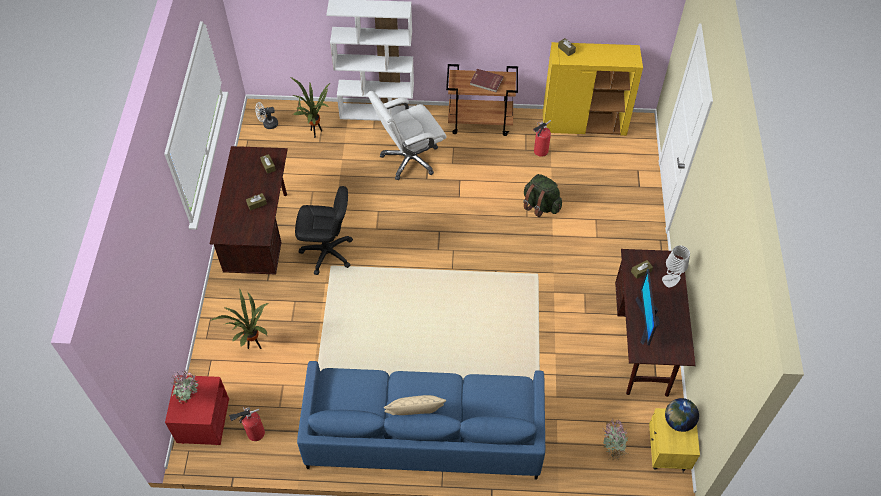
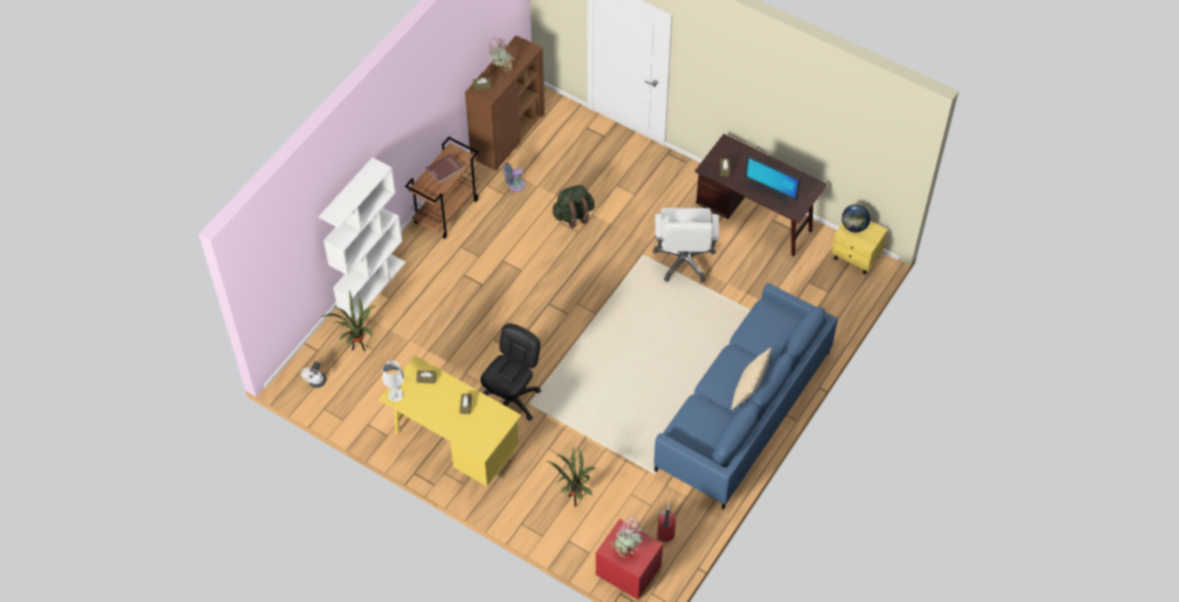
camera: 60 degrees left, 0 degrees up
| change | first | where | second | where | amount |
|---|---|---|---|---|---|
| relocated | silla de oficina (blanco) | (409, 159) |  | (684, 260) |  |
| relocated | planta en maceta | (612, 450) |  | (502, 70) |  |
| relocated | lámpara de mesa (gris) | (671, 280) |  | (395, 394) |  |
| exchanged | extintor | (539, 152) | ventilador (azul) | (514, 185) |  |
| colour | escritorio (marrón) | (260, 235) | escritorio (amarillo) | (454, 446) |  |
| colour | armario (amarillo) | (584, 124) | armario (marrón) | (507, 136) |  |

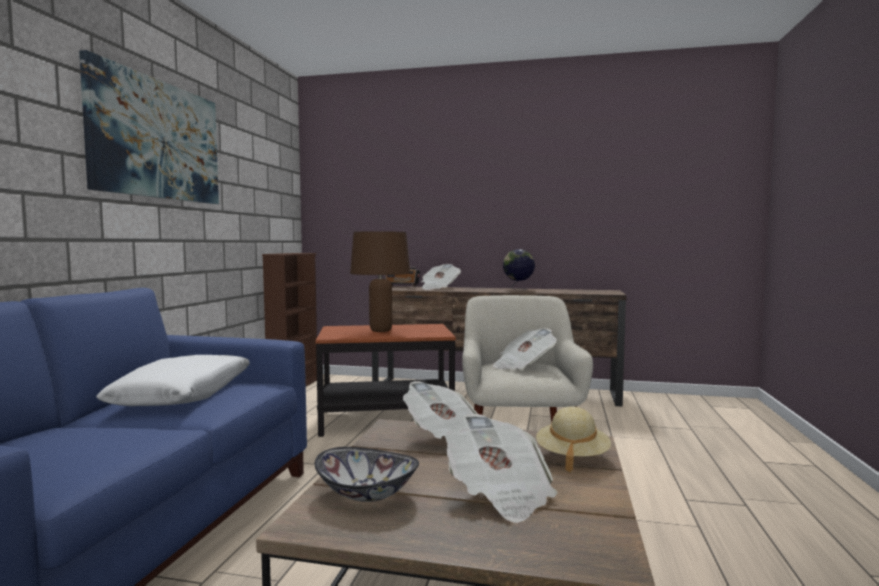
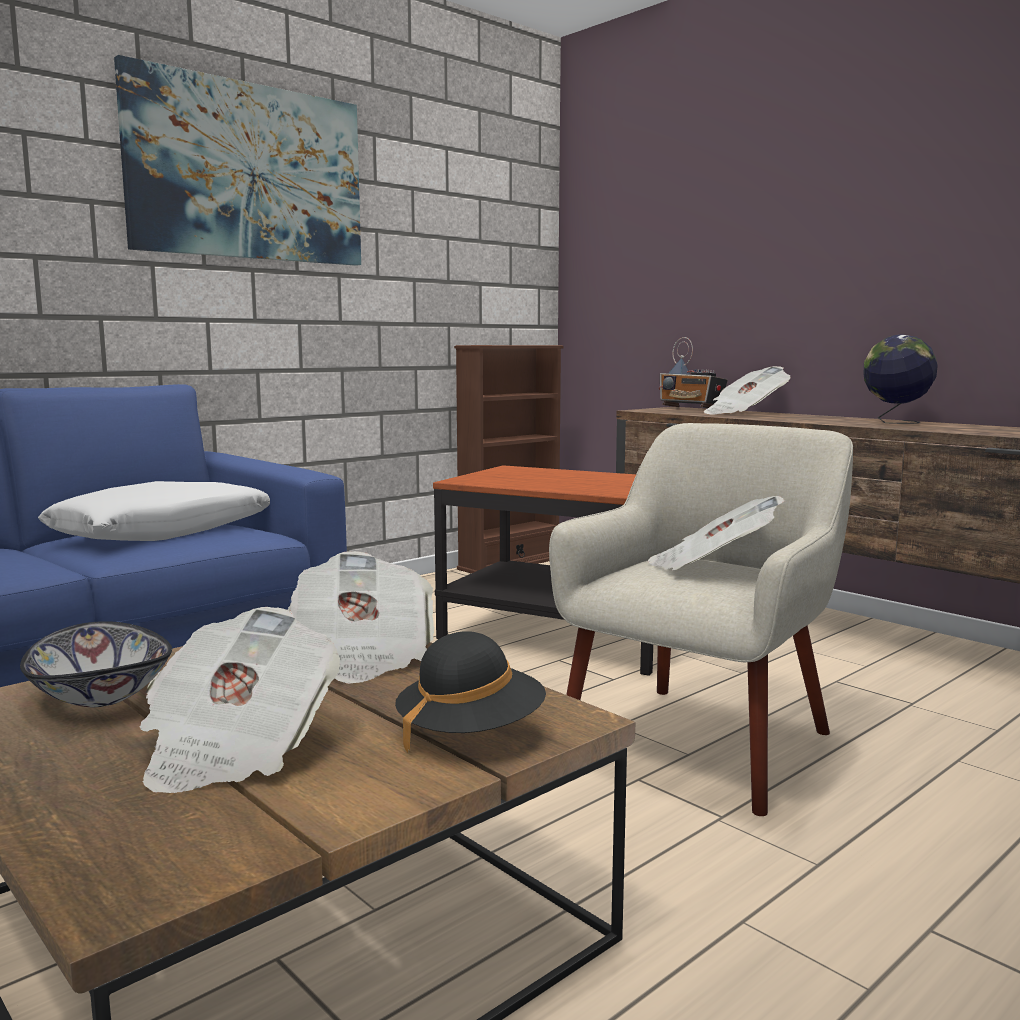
camera: 35 degrees right, 5 degrees up
| change | first | where | second | where | amount |
|---|---|---|---|---|---|
| missing | lámpara de mesa (marrón) | (381, 330) |  |  |  |
| colour | sombrero (beis) | (572, 457) | sombrero (negro) | (470, 732) |  |

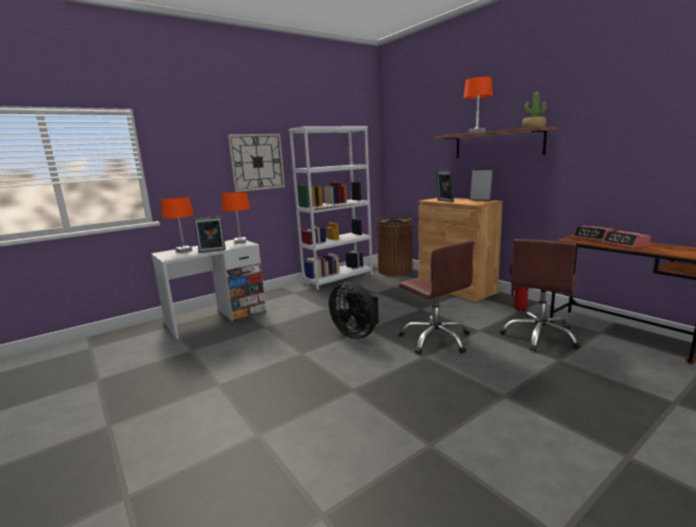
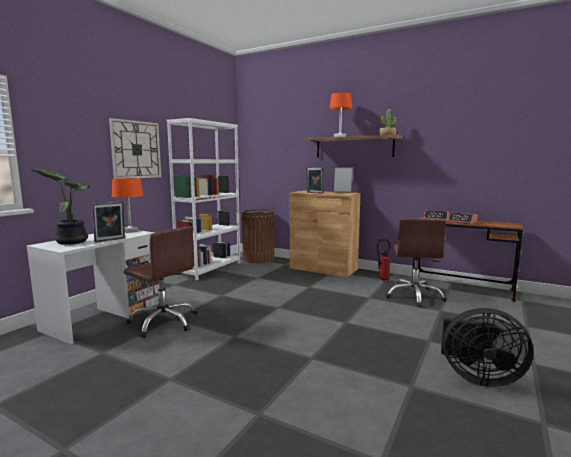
camera: 25 degrees left, 5 degrees down
| change | first | where | second | where | amount |
|---|---|---|---|---|---|
| relocated | ventilador (negro) | (357, 333) |  | (477, 377) |  |
| relocated | silla de oficina (marrón) | (436, 339) |  | (164, 322) |  |
| exchanged | lámpara de mesa (naranja) | (184, 251) | planta en maceta | (71, 241) |  |

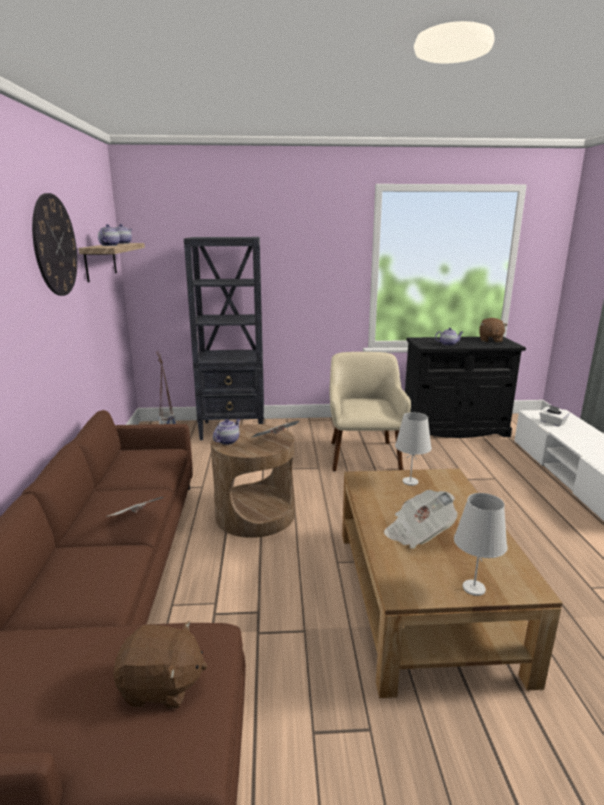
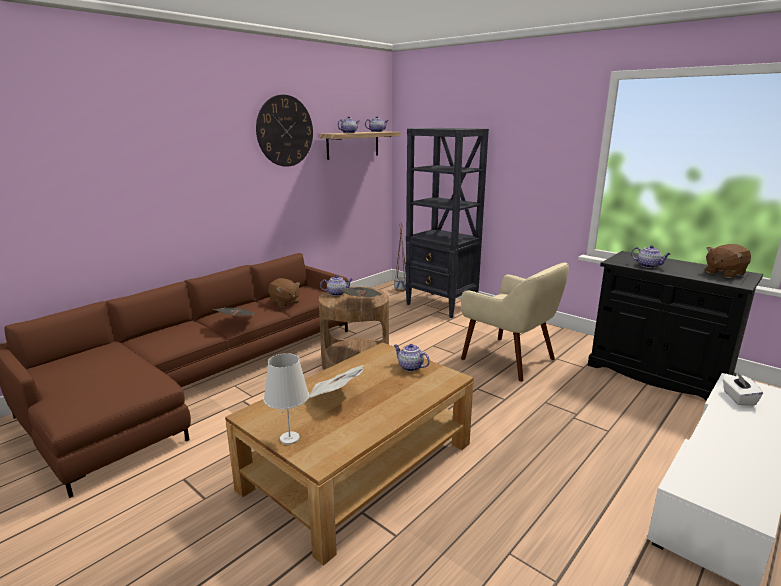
camera: 45 degrees right, 0 degrees up
| change | first | where | second | where | amount |
|---|---|---|---|---|---|
| relocated | peluche (marrón) | (161, 686) |  | (284, 302) |  |
| exchanged | lámpara de mesa (blanco) | (410, 481) | tetera | (410, 367) |  |
| spun | sillón (beis) | (363, 455) |  | (509, 359) | 90 degrees clockwise |

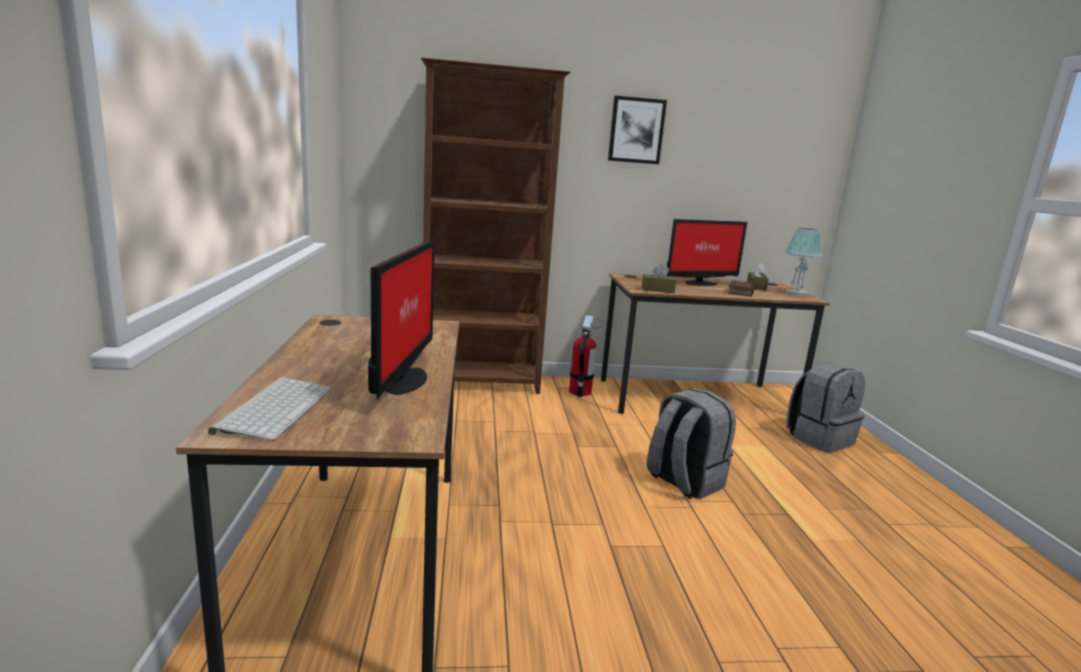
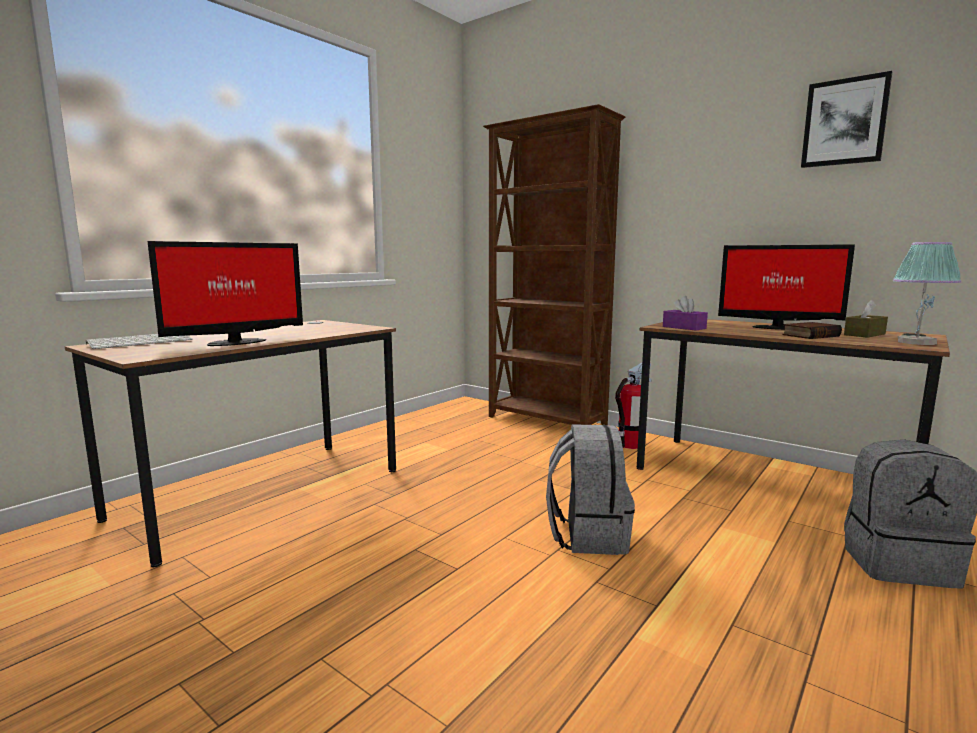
camera: 45 degrees right, 5 degrees down
| change | first | where | second | where | amount |
|---|---|---|---|---|---|
| relocated | cuadro | (636, 130) |  | (844, 122) |  |
| colour | caja de pañuelos (marrón) | (657, 290) | caja de pañuelos (morado) | (684, 327) |  |

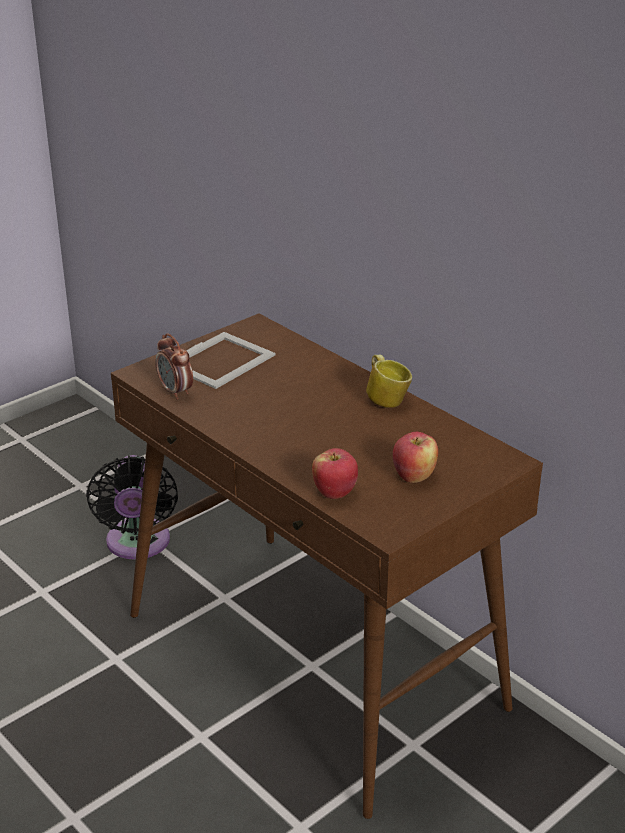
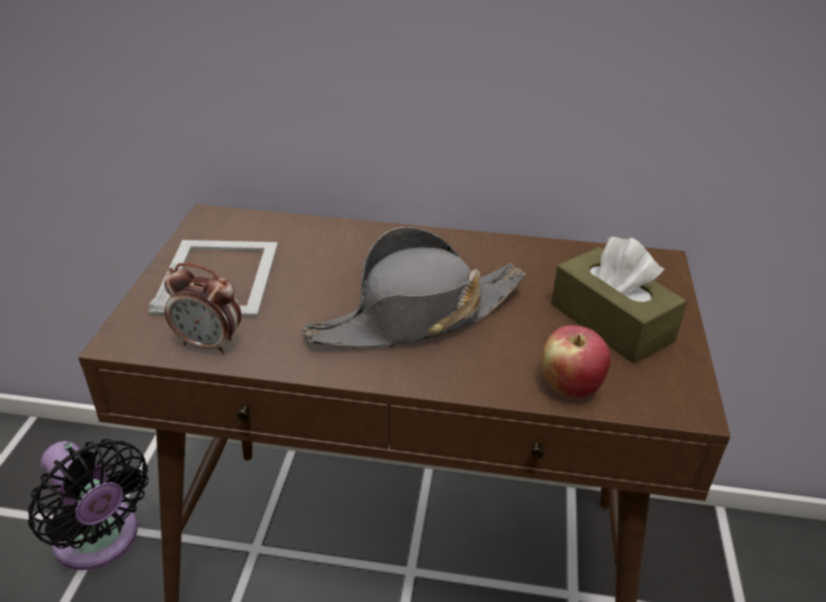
camera: 40 degrees left, 5 degrees up
| change | first | where | second | where | amount |
|---|---|---|---|---|---|
| missing | taza grande | (386, 400) |  |  |  |
| appeared |  |  | sombrero (gris) | (417, 317) |  |
| exchanged | manzana | (414, 476) | caja de pañuelos (marrón) | (611, 322) |  |

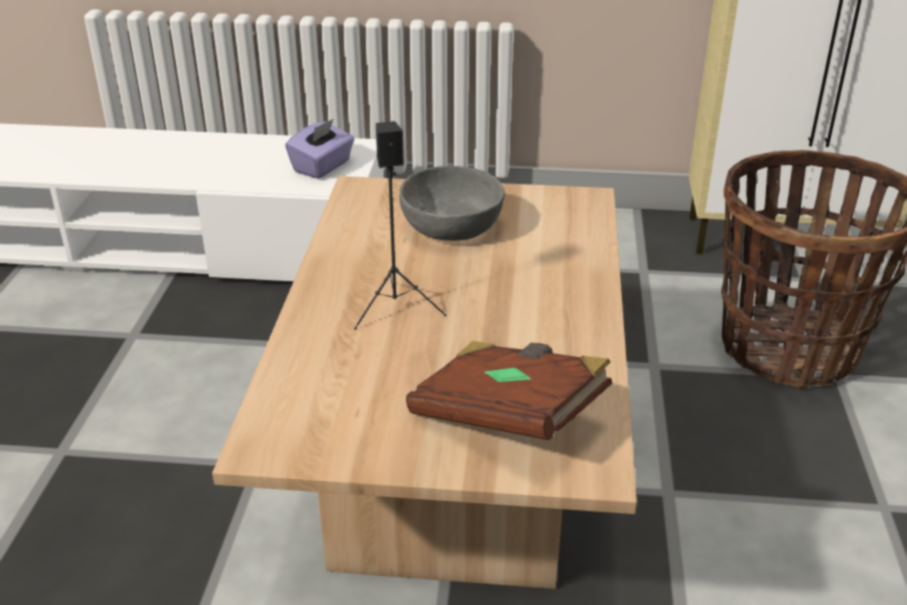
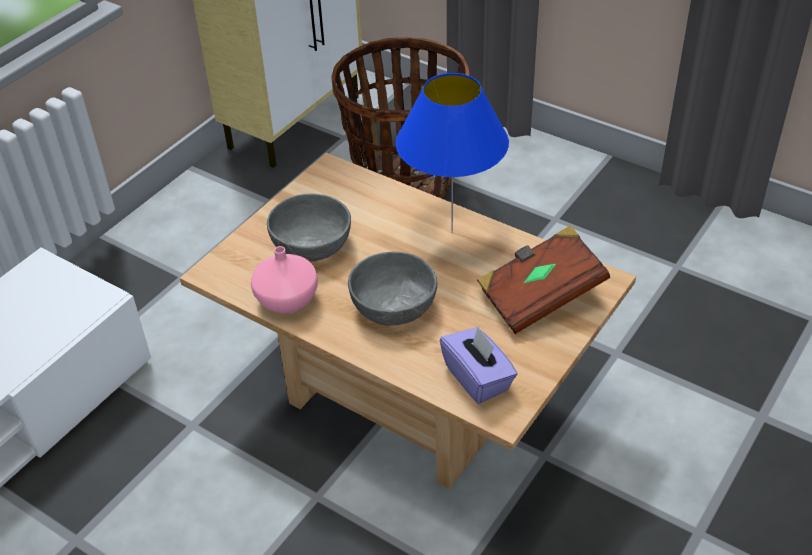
camera: 60 degrees left, 10 degrees up
| change | first | where | second | where | amount |
|---|---|---|---|---|---|
| appeared |  |  | florero (rosa) | (286, 301) |  |
| appeared |  |  | lámpara de mesa (azul) | (451, 231) |  |
| relocated | caja de pañuelos (morado) | (322, 167) |  | (478, 378) |  |
| exchanged | altavoz (negro) | (396, 307) | cuenco (gris) | (393, 305) |  |

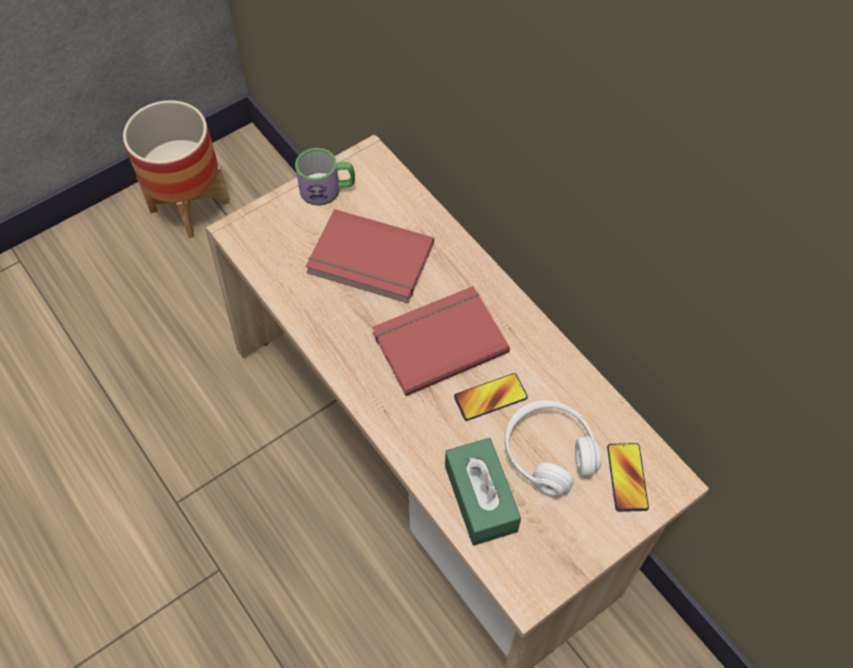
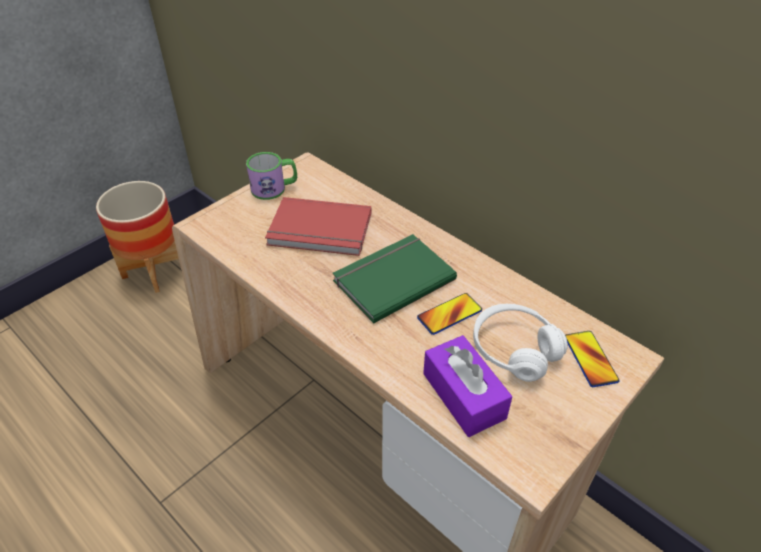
camera: 10 degrees left, 15 degrees down
| change | first | where | second | where | amount |
|---|---|---|---|---|---|
| colour | libro (rojo) | (438, 340) | libro (verde) | (391, 278) |  |
| colour | caja de pañuelos (verde) | (480, 498) | caja de pañuelos (morado) | (463, 395) |  |

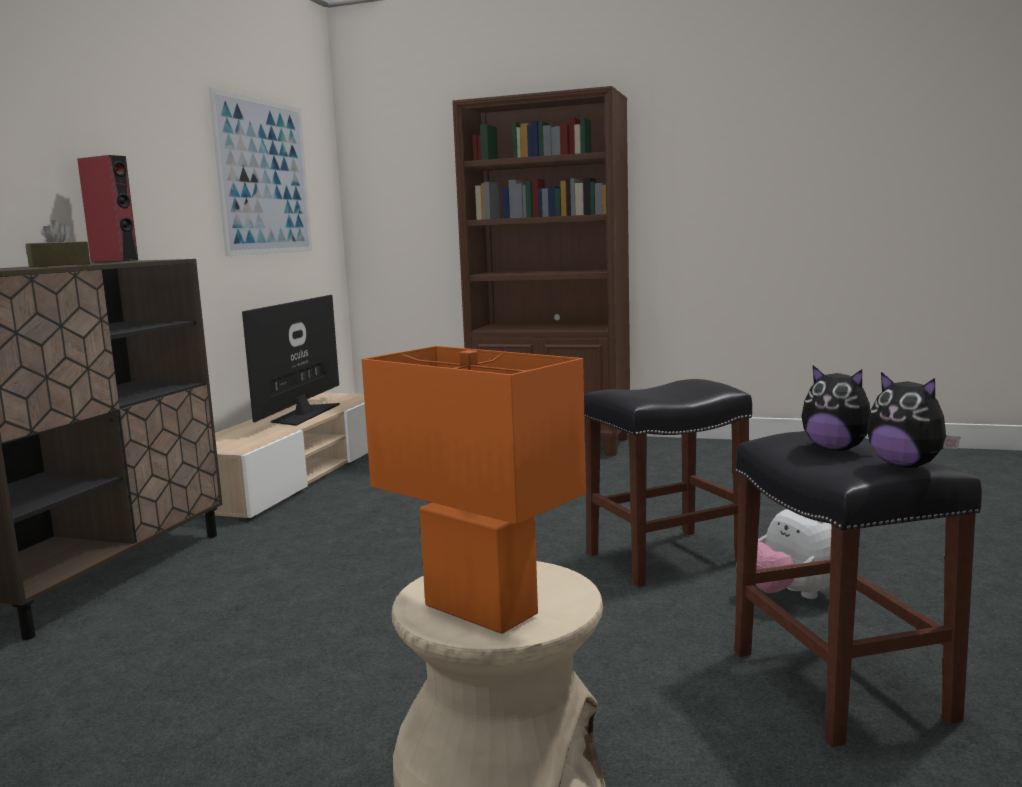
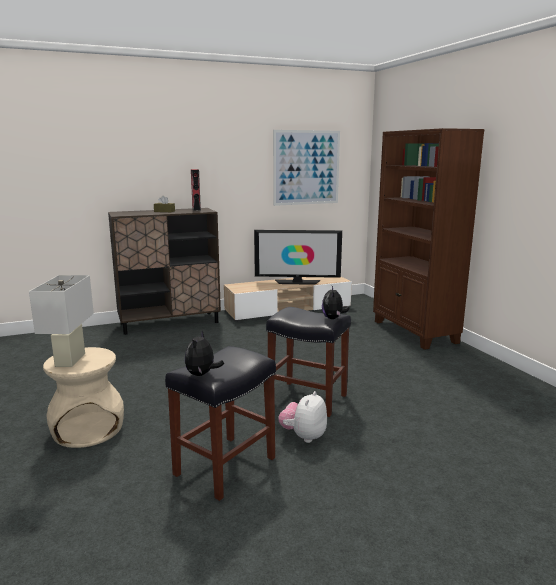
camera: 50 degrees right, 5 degrees up
| change | first | where | second | where | amount |
|---|---|---|---|---|---|
| relocated | peluche | (836, 449) |  | (333, 318) |  |
| colour | lámpara de mesa (naranja) | (480, 610) | lámpara de mesa (blanco) | (70, 360) |  |
| spun | televisor | (304, 414) |  | (297, 282) | 150 degrees counterclockwise |

